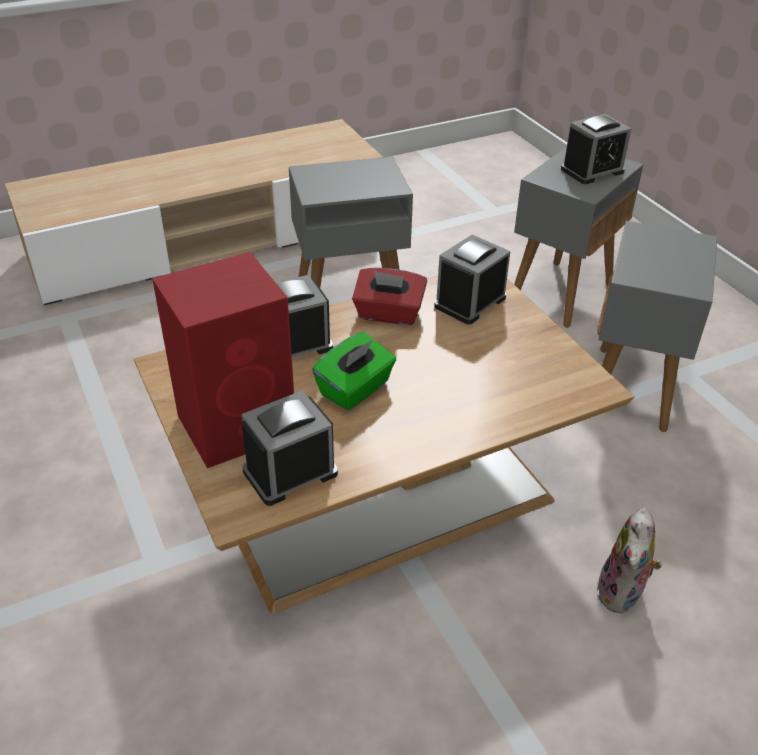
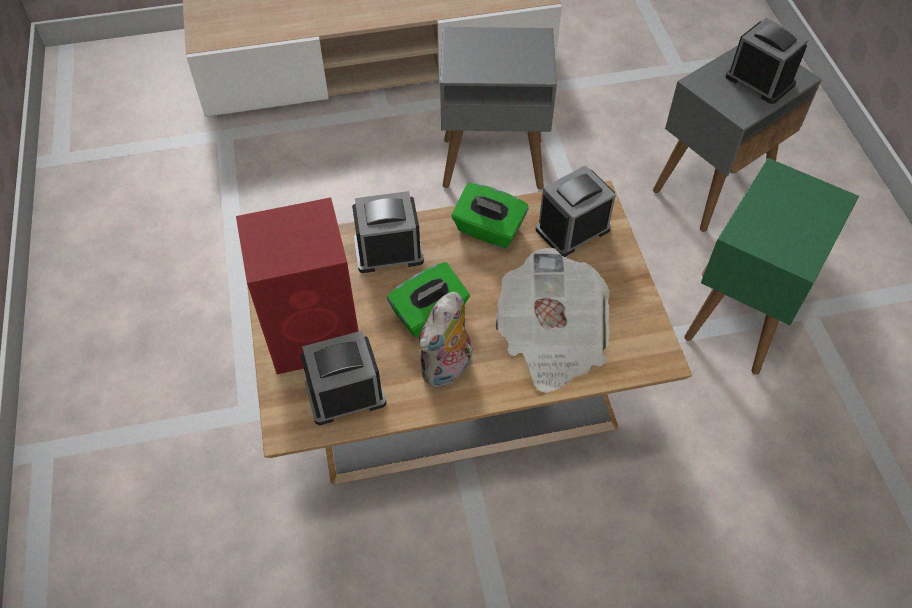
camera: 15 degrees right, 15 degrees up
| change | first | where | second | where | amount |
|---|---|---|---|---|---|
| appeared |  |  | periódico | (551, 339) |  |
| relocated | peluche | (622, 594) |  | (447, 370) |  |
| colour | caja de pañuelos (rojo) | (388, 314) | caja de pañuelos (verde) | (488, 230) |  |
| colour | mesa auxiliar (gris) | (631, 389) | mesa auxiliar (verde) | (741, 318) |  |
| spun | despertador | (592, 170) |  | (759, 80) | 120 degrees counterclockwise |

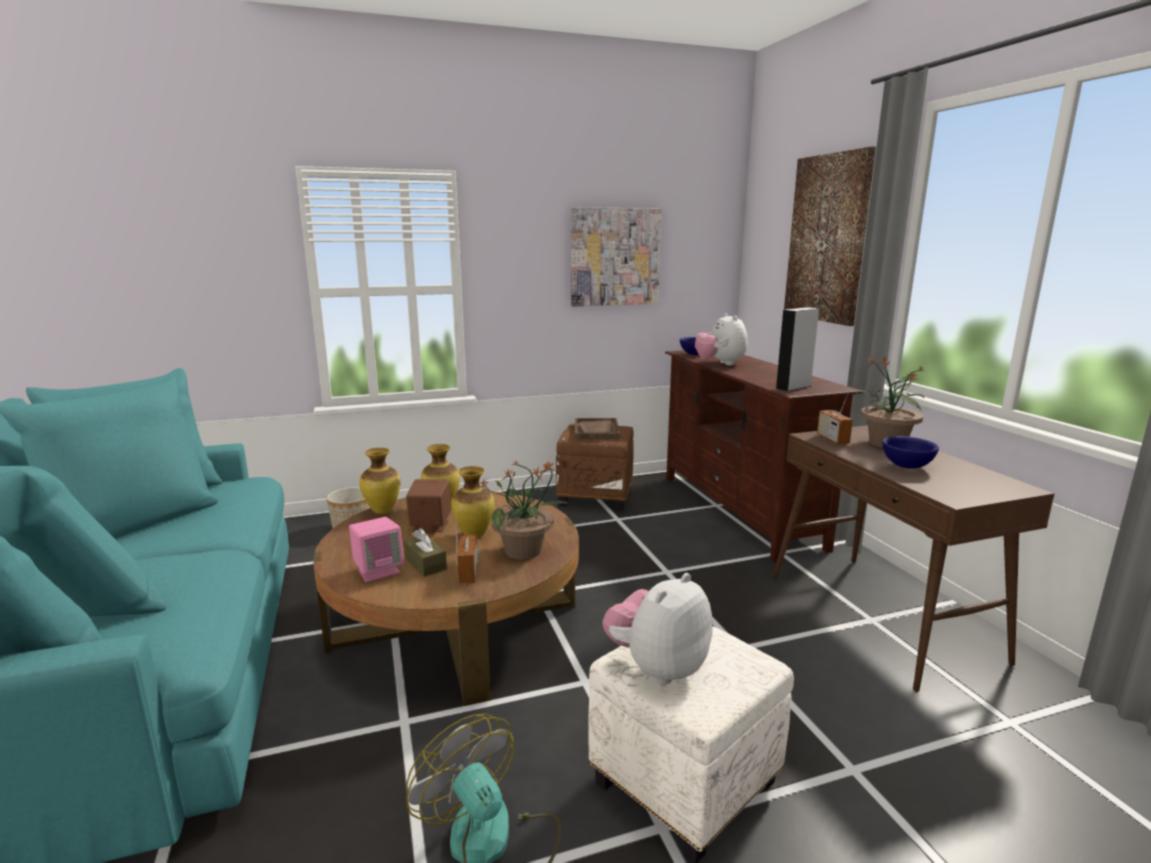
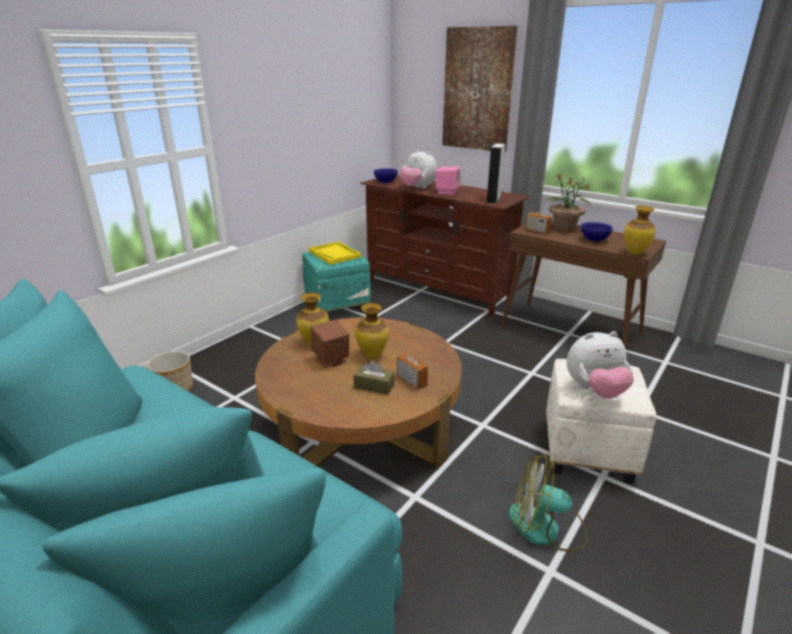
camera: 35 degrees left, 10 degrees up
| change | first | where | second | where | amount |
|---|---|---|---|---|---|
| missing | planta en maceta | (524, 550) |  |  |  |
| missing | cuadro | (615, 257) |  |  |  |
| relocated | altavoz (rosa) | (378, 571) |  | (447, 192) |  |
| relocated | florero | (383, 511) |  | (634, 253) |  |
| colour | puf (marrón) | (596, 496) | puf (turquesa) | (338, 305) |  |
| colour | bandeja (marrón) | (596, 430) | bandeja (amarillo) | (335, 254) |  |
| spun | peluche | (657, 667) |  | (595, 390) | 105 degrees counterclockwise |

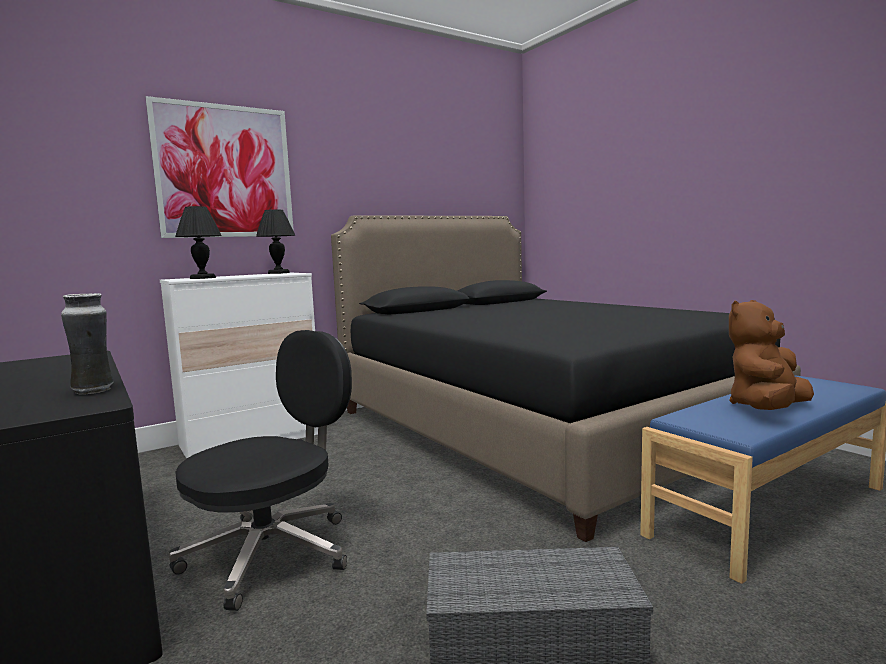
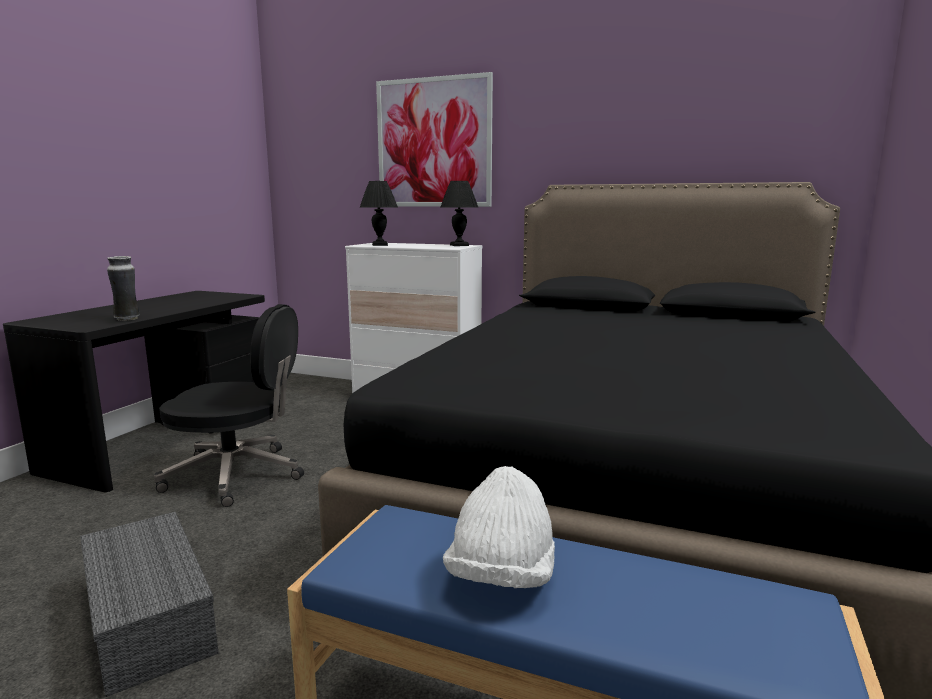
camera: 55 degrees right, 5 degrees up
| change | first | where | second | where | amount |
|---|---|---|---|---|---|
| exchanged | peluche (marrón) | (767, 409) | sombrero (blanco) | (501, 578) |  |

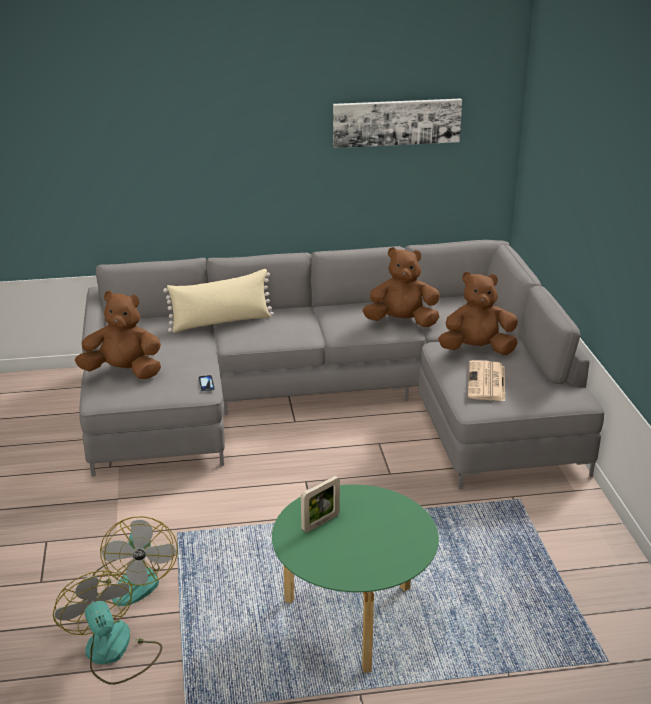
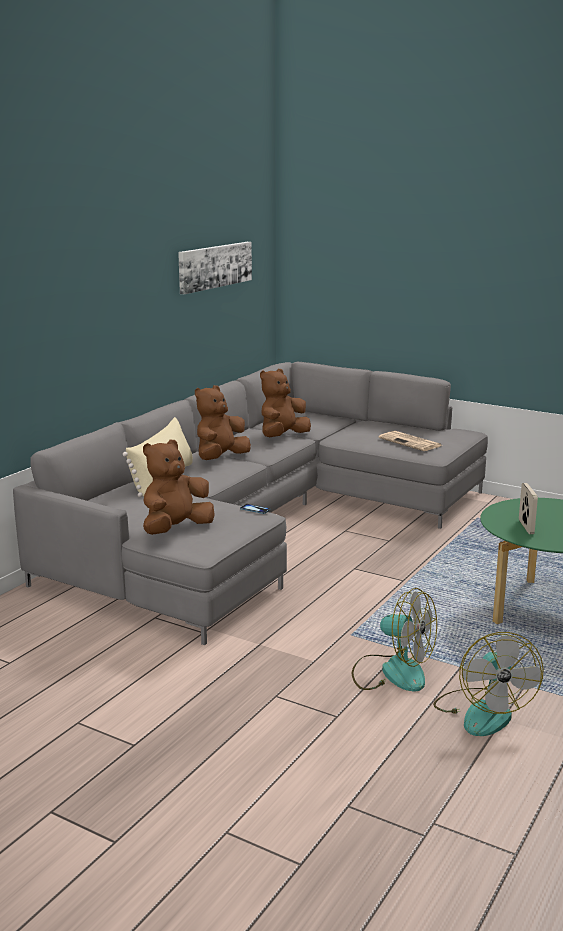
camera: 50 degrees left, 10 degrees down
| change | first | where | second | where | amount |
|---|---|---|---|---|---|
| relocated | peluche (marrón) | (477, 350) |  | (220, 458) |  |
| spun | ventilador | (113, 653) |  | (483, 712) | 105 degrees counterclockwise |

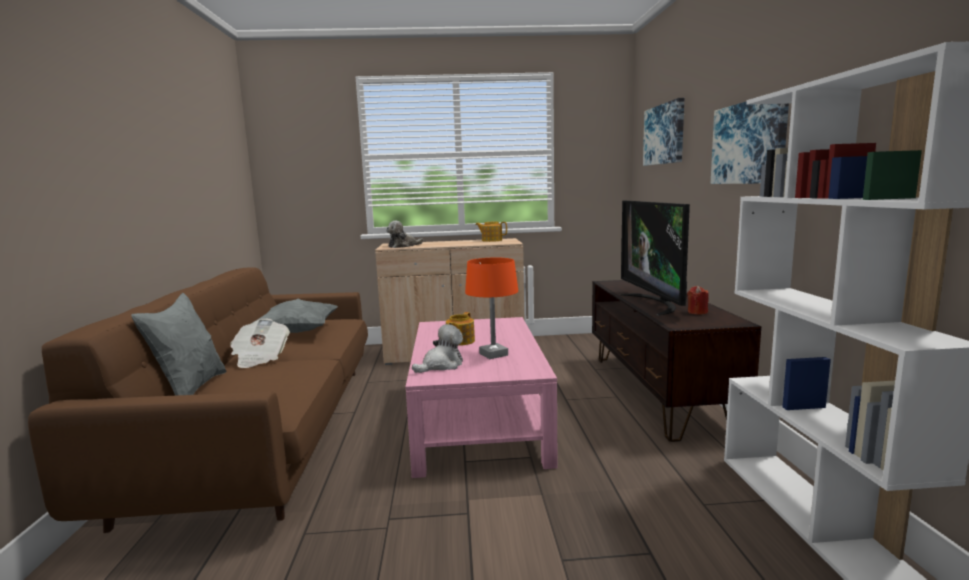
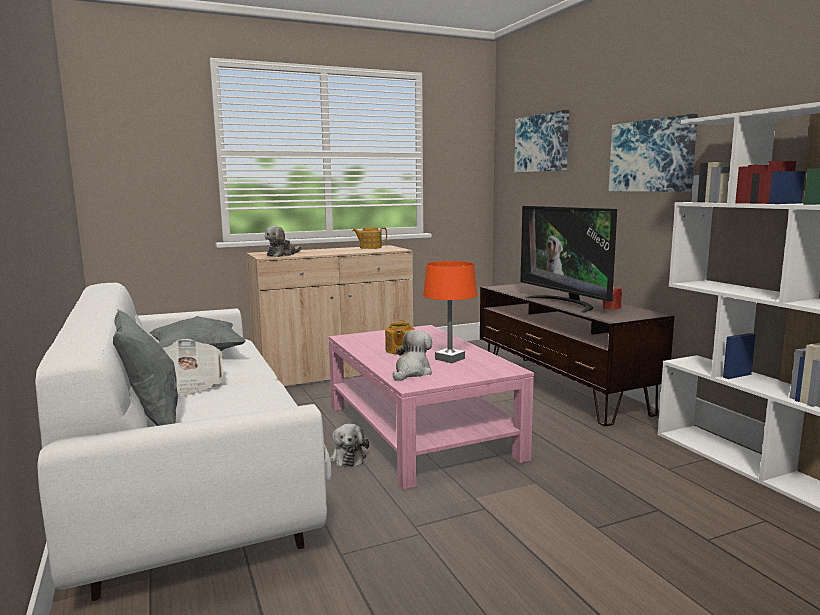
camera: 20 degrees left, 0 degrees up
| change | first | where | second | where | amount |
|---|---|---|---|---|---|
| appeared |  |  | peluche | (348, 457) |  |
| colour | sofá (marrón) | (267, 430) | sofá (blanco) | (191, 470) |  |

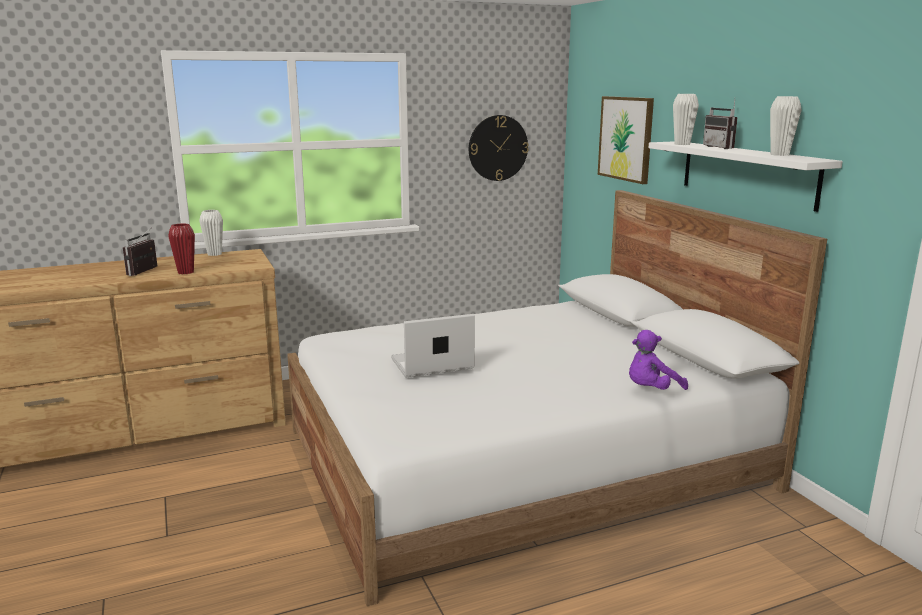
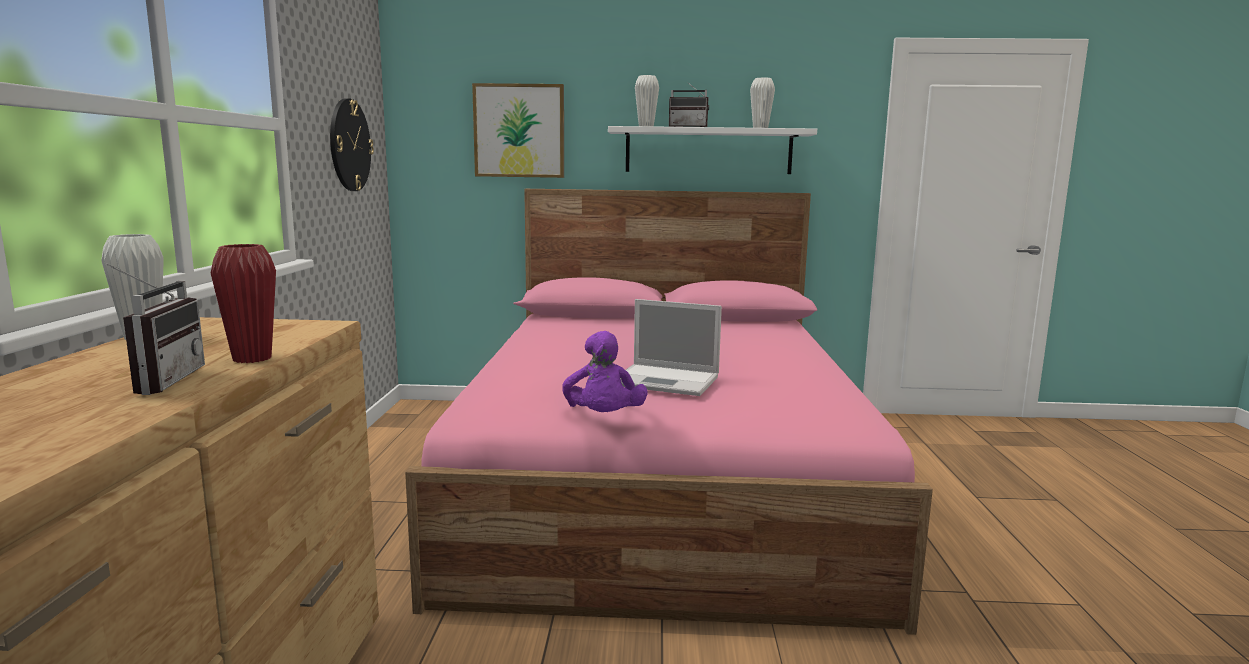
camera: 65 degrees left, 5 degrees down
| change | first | where | second | where | amount |
|---|---|---|---|---|---|
| relocated | peluche (morado) | (651, 390) |  | (603, 418) |  |
| colour | cama (blanco) | (523, 460) | cama (rosa) | (662, 482) |  |
| spun | radio | (146, 272) |  | (158, 381) | 135 degrees counterclockwise |
| spun | portátil | (430, 364) |  | (667, 381) | 75 degrees counterclockwise |

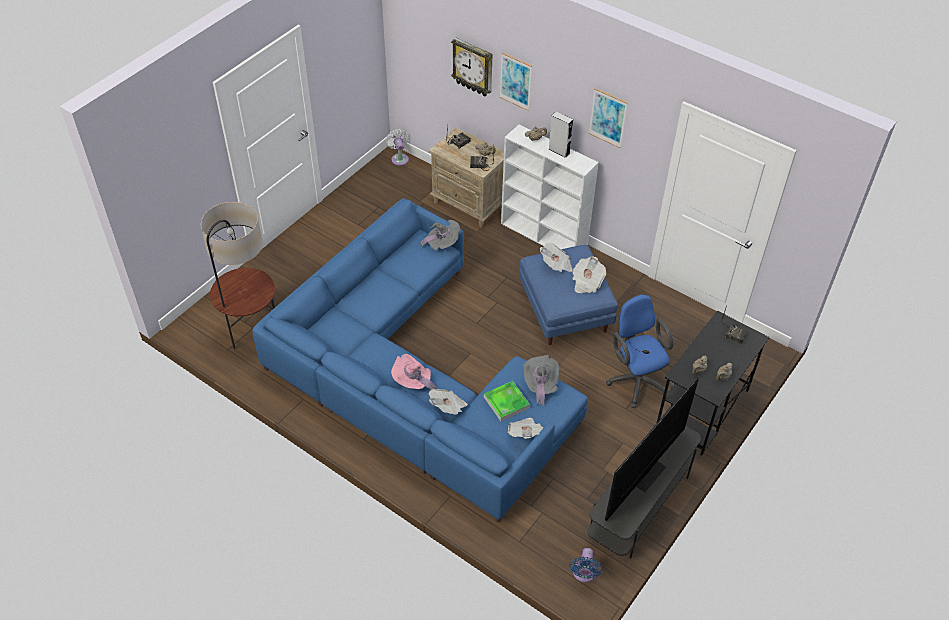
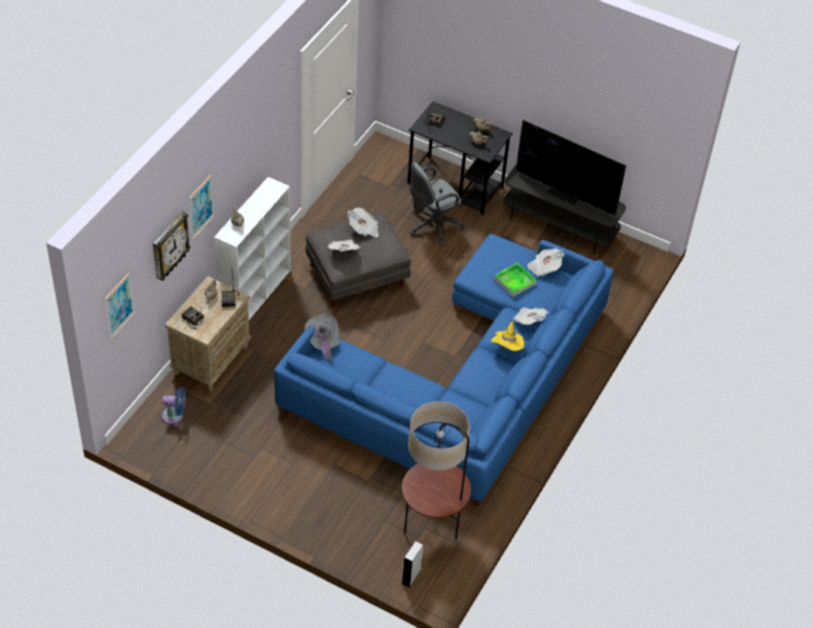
camera: 100 degrees left, 0 degrees up
| change | first | where | second | where | amount |
|---|---|---|---|---|---|
| missing | ventilador (blanco) | (399, 158) |  |  |  |
| missing | sombrero (gris) | (540, 385) |  |  |  |
| relocated | altavoz (gris) | (559, 151) |  | (411, 577) |  |
| relocated | ventilador (azul) | (584, 574) |  | (175, 416) |  |
| relocated | cuadro | (608, 118) |  | (119, 306) |  |
| colour | sombrero (rosa) | (413, 382) | sombrero (amarillo) | (507, 348) |  |
| colour | puf (azul) | (565, 311) | puf (gris) | (357, 275) |  |
| colour | silla de oficina (azul) | (635, 380) | silla de oficina (gris) | (432, 226) |  |

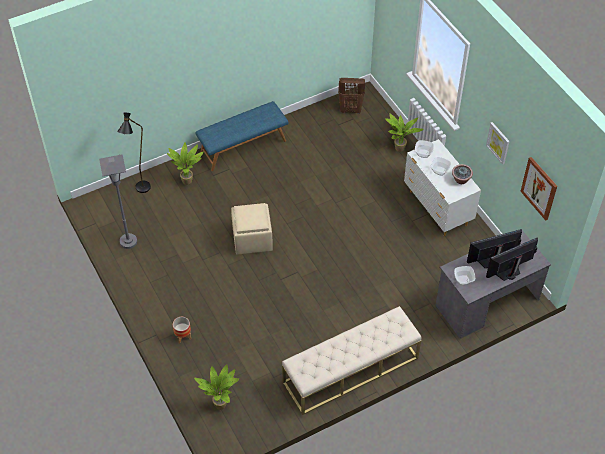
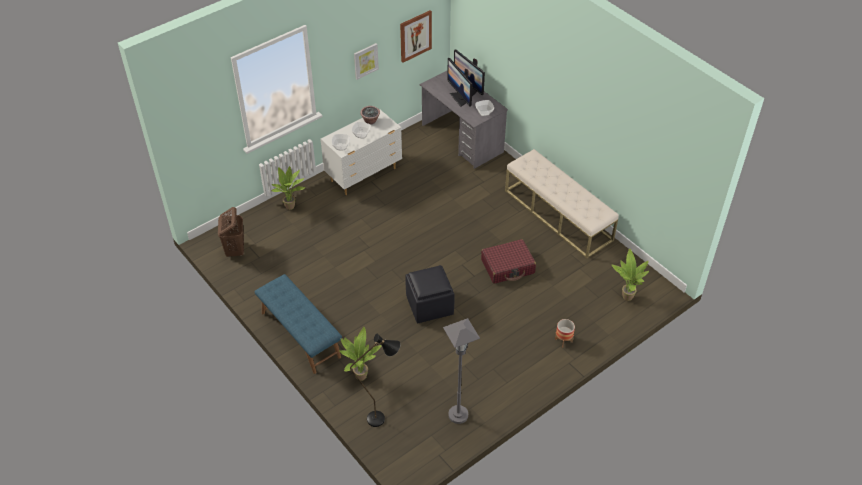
camera: 100 degrees left, 5 degrees down
| change | first | where | second | where | amount |
|---|---|---|---|---|---|
| appeared |  |  | maleta (rojo) | (508, 267) |  |
| colour | puf (beis) | (252, 238) | puf (negro) | (429, 306) |  |

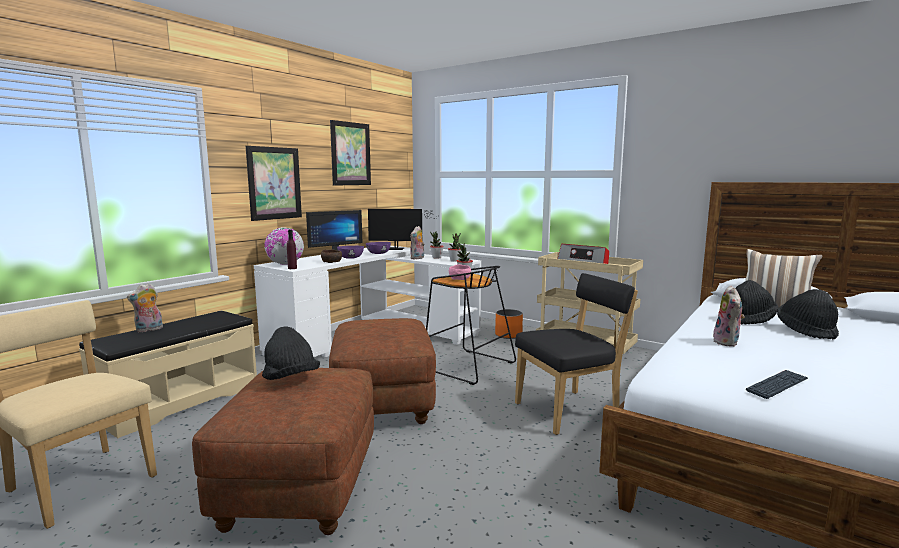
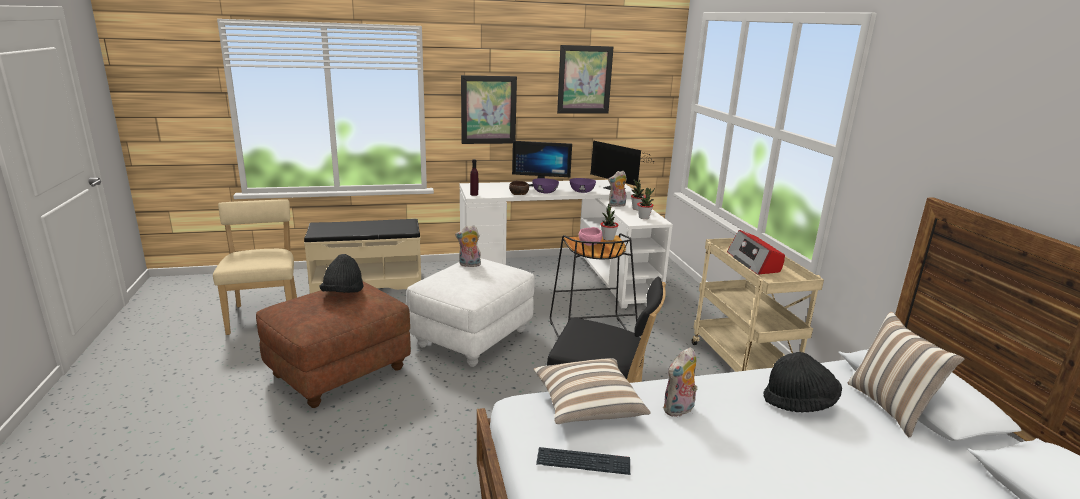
camera: 40 degrees right, 10 degrees up
| change | first | where | second | where | amount |
|---|---|---|---|---|---|
| missing | globo terráqueo | (285, 264) |  |  |  |
| missing | maceta (naranja) | (508, 335) |  |  |  |
| missing | sombrero (negro) | (806, 331) |  |  |  |
| appeared |  |  | cojín | (587, 406) |  |
| relocated | peluche | (149, 330) |  | (469, 265) |  |
| colour | puf (marrón) | (383, 403) | puf (blanco) | (473, 337) |  |

